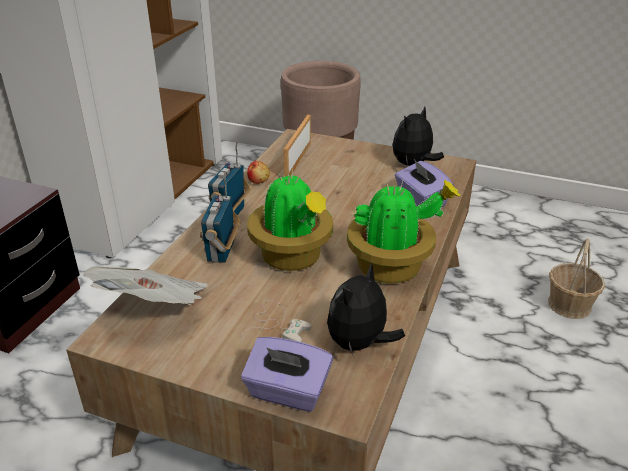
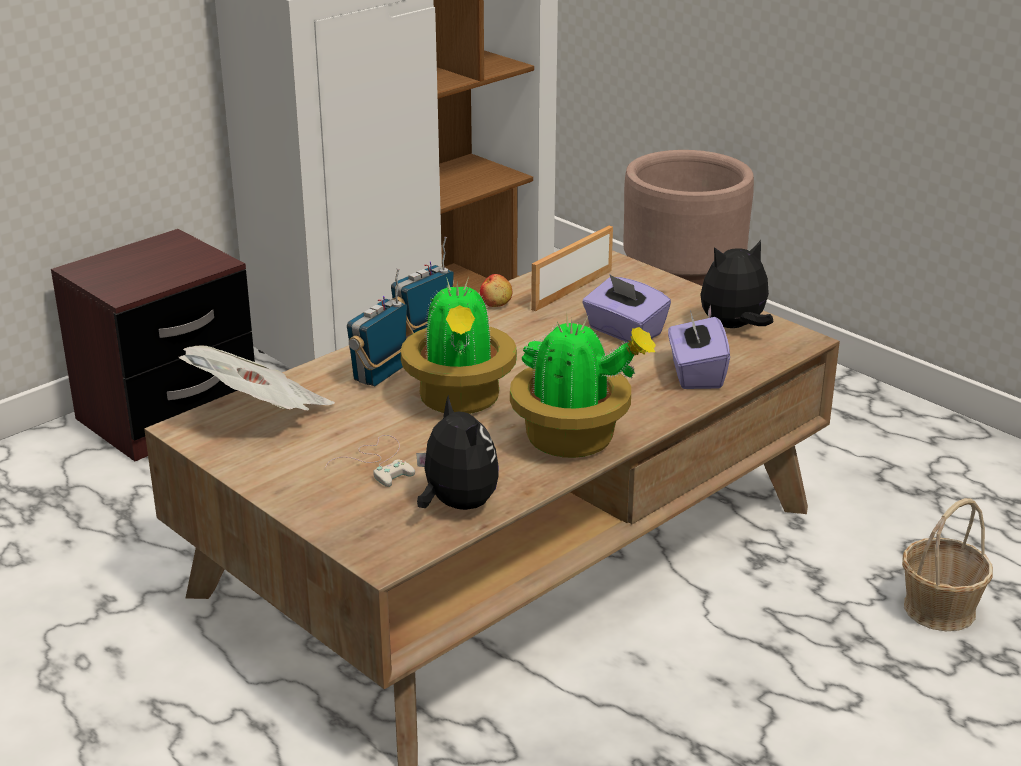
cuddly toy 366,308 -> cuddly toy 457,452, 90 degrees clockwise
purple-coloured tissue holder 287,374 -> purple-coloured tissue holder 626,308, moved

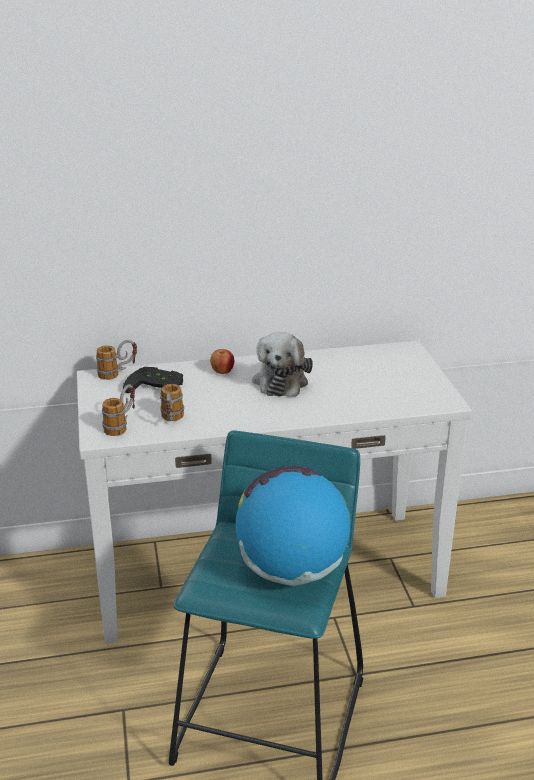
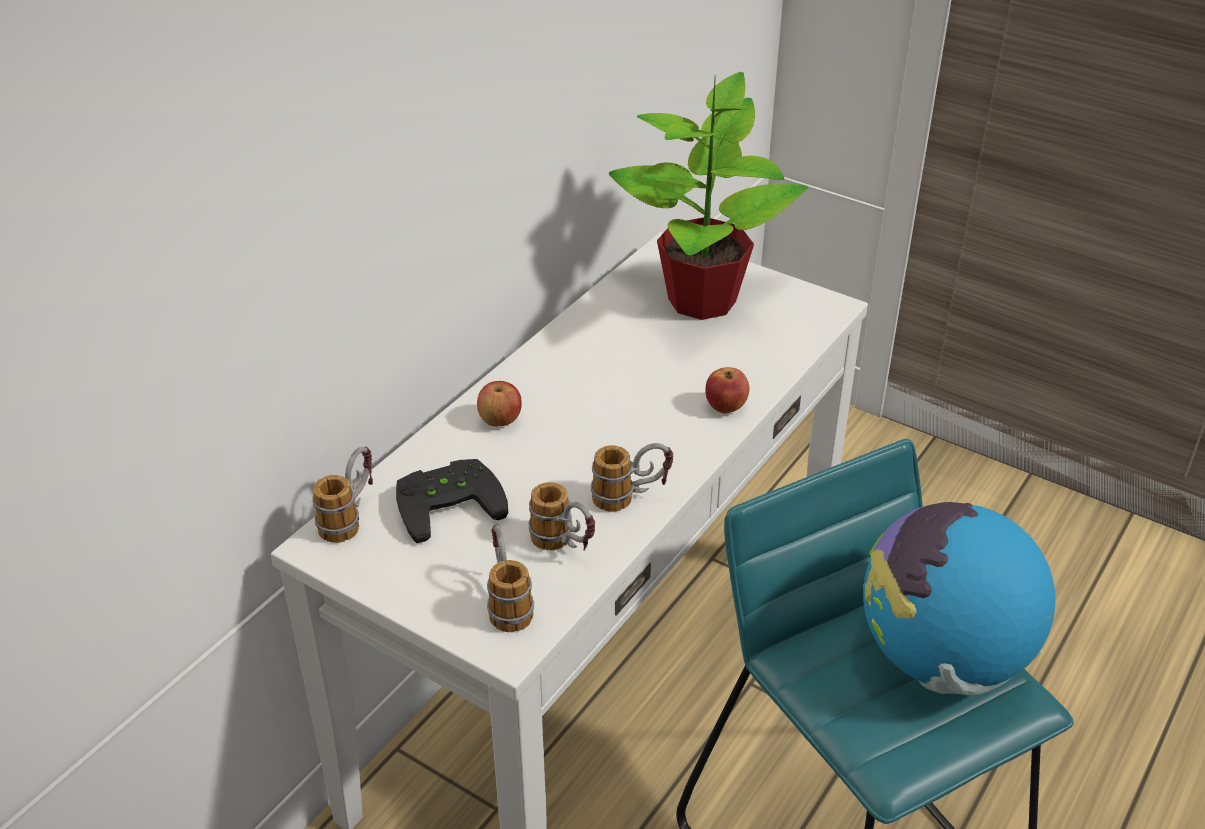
none -> tea mug 632,477
none -> plant in a pot 708,196
none -> whole apple 727,390
cuddly toy 282,364 -> none

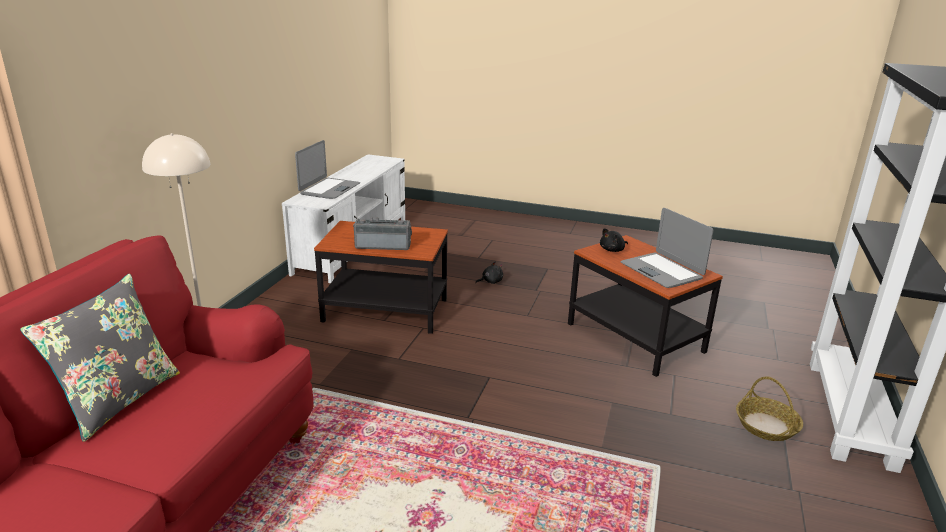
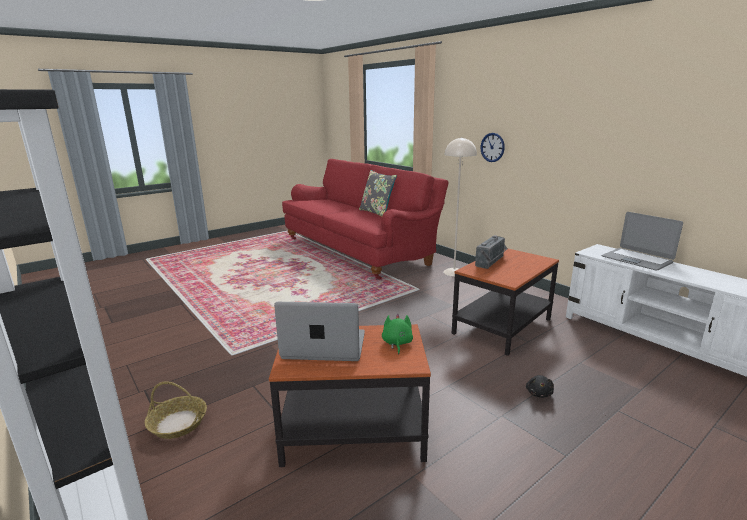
black-coloured cuddly toy 614,240 -> green cuddly toy 397,334
none -> wall clock 493,147

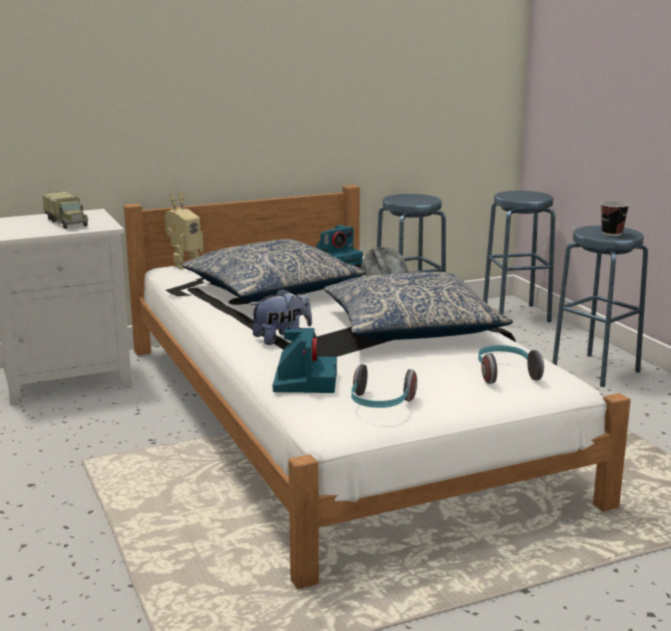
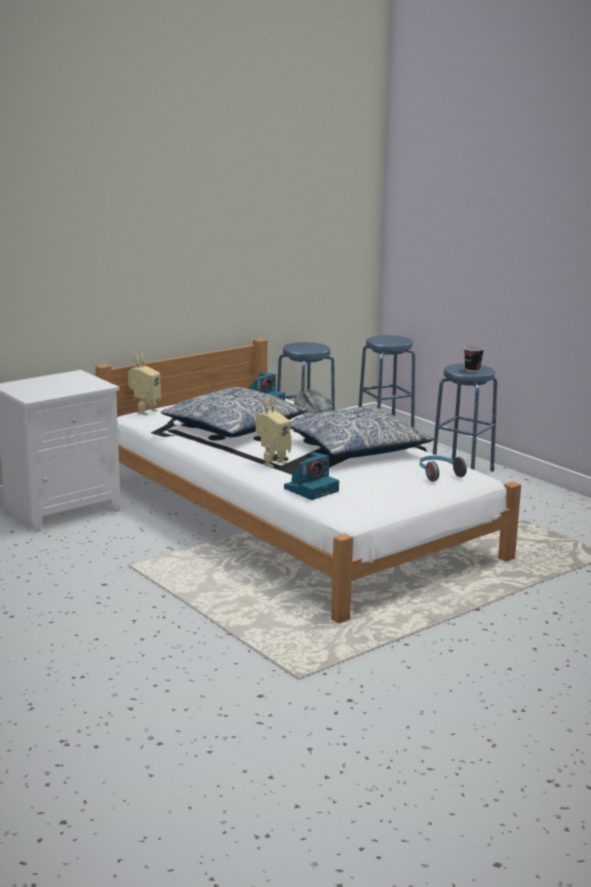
cuddly toy 281,317 -> toy robot 273,432
still camera 304,360 -> still camera 311,476, 60 degrees clockwise
model truck 65,210 -> none
pair of headphones 384,386 -> none

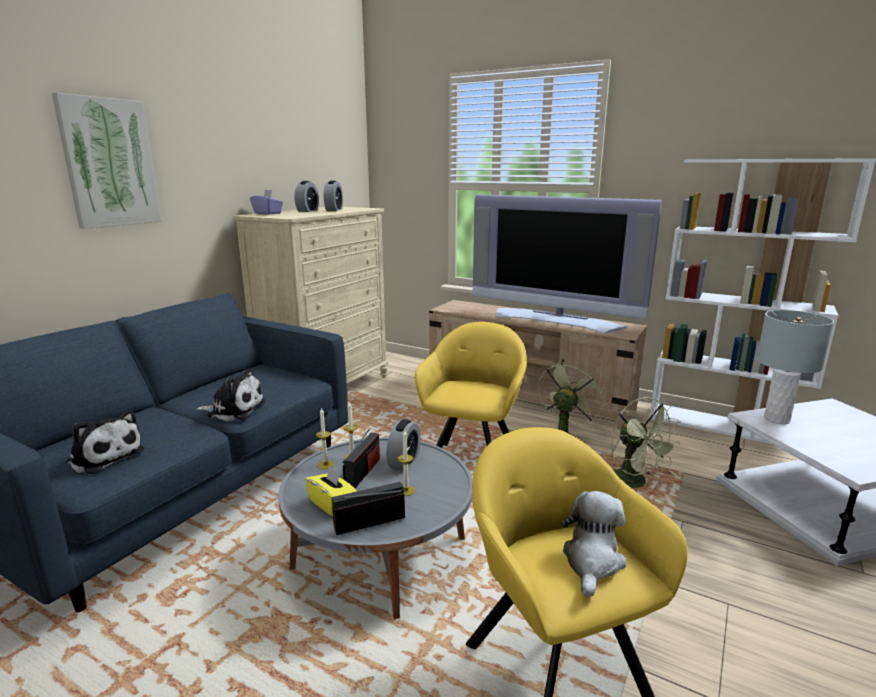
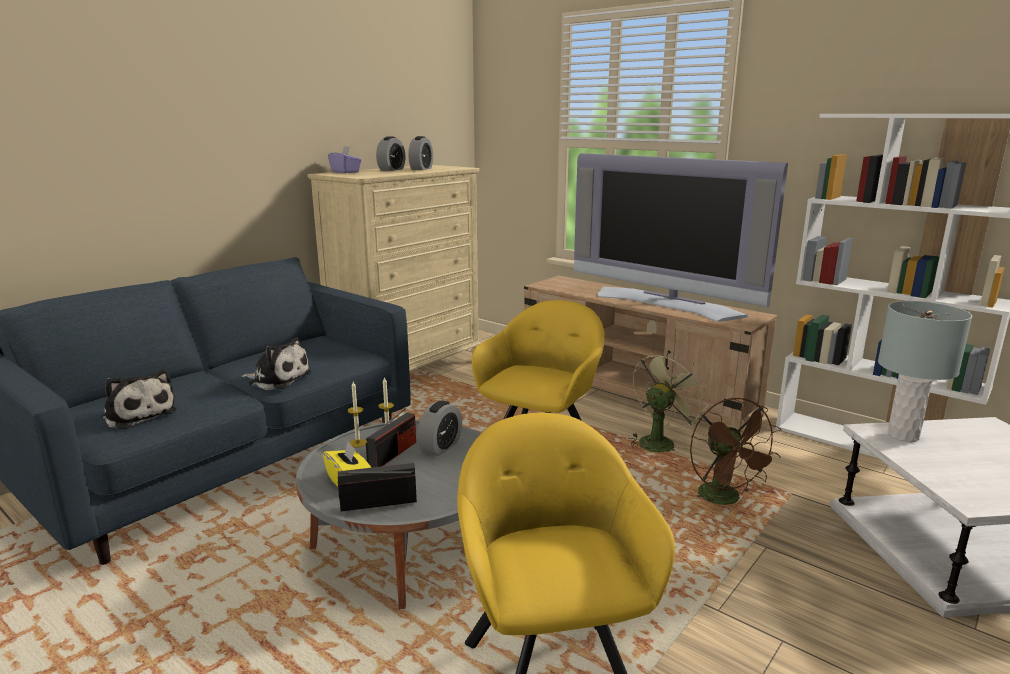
green cooling fan 646,442 -> brownish cooling fan 736,451
wall picture 107,161 -> none
wax candle 406,463 -> none
cuddly toy 593,544 -> none

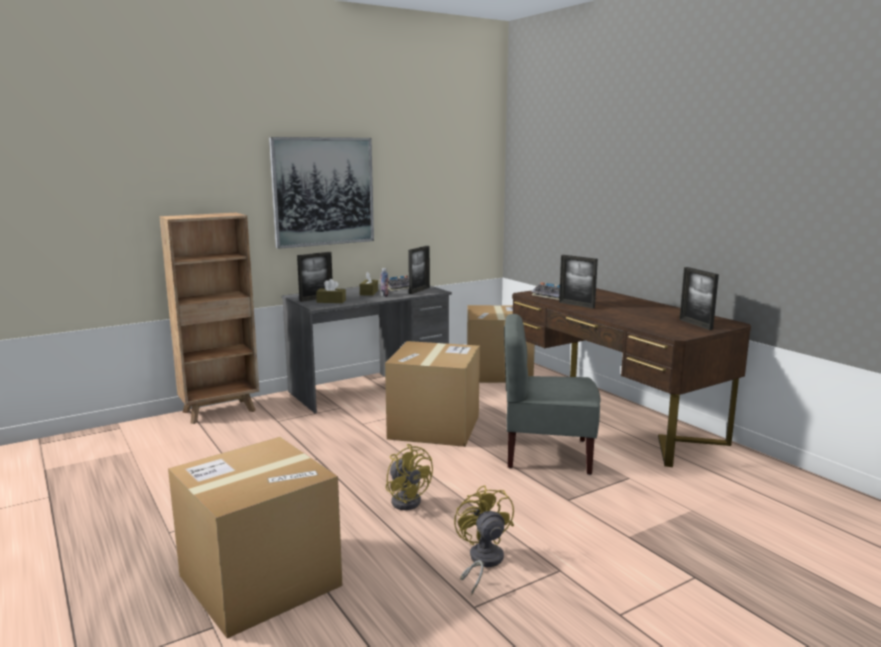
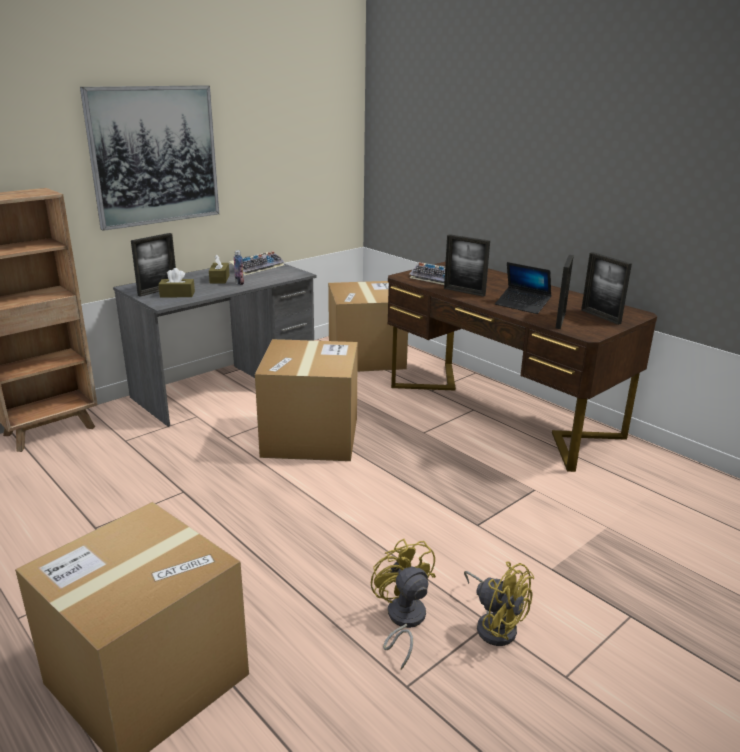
yellowish cooling fan 409,477 -> yellowish cooling fan 499,604, moved
none -> notebook computer 523,288
standing frame 419,270 -> standing frame 564,292, moved
greyish chair 552,394 -> none

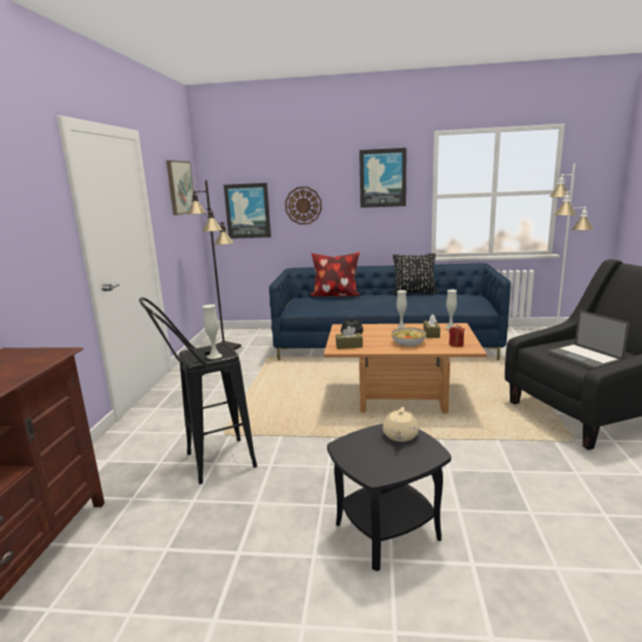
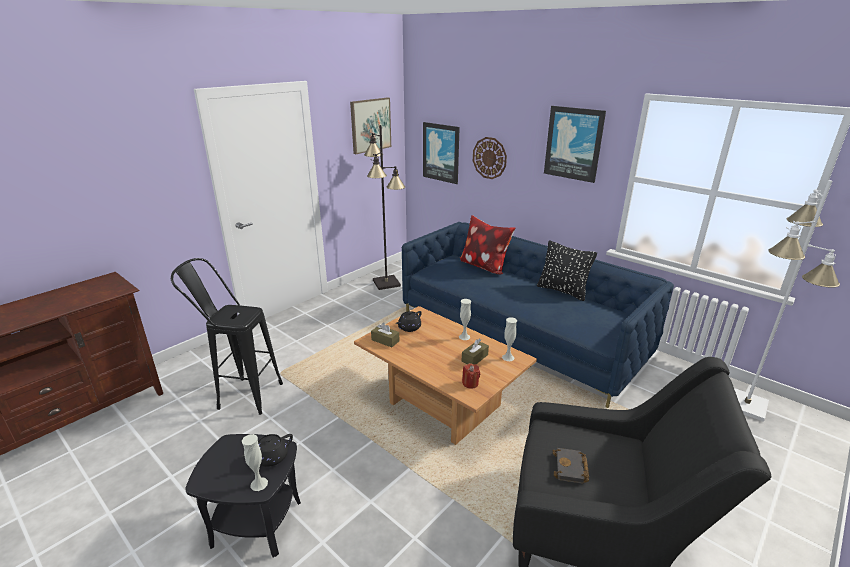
beige pot for tea 401,424 -> black-coloured pot for tea 267,450
whitish flower vase 212,331 -> whitish flower vase 255,462, moved
notebook computer 588,340 -> black-coloured bound book 571,466
serving bowl 408,337 -> none

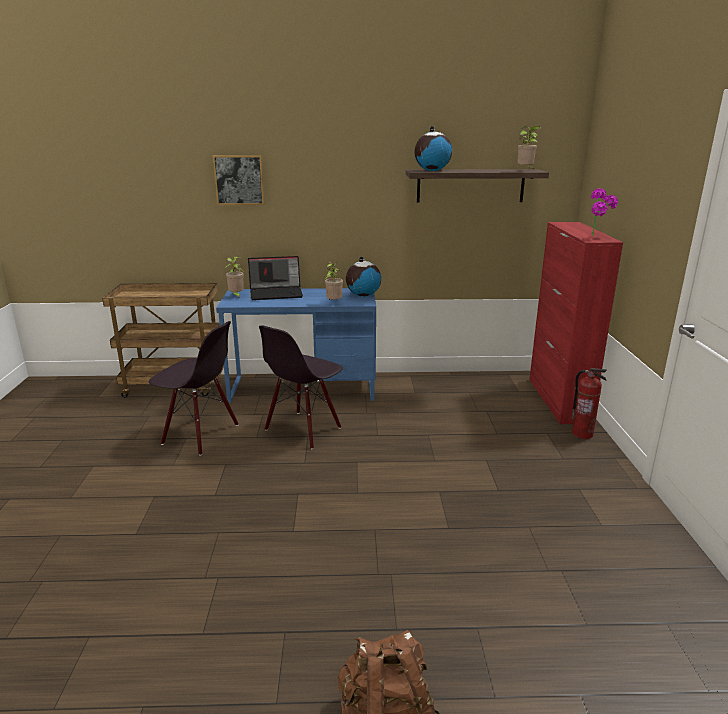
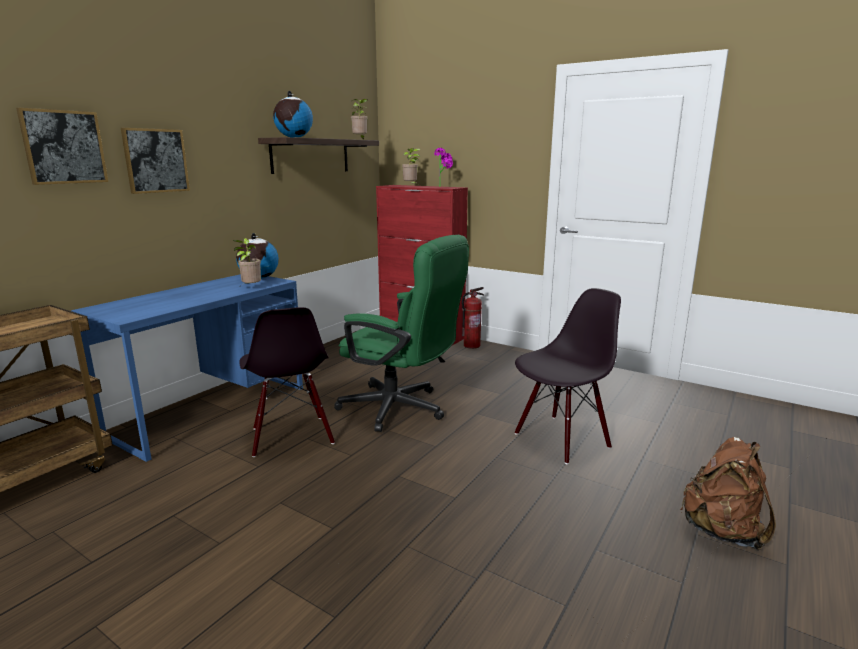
none -> wall picture 155,161
none -> green computer chair 401,333
plant in a pot 234,277 -> plant in a pot 411,167, moved
black-coloured chair 194,388 -> black-coloured chair 568,376, moved
notebook computer 275,278 -> none

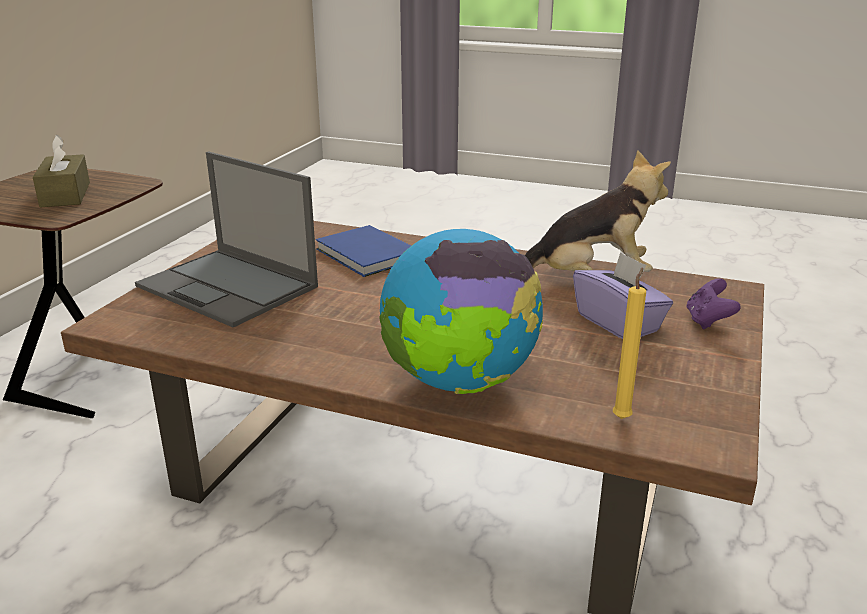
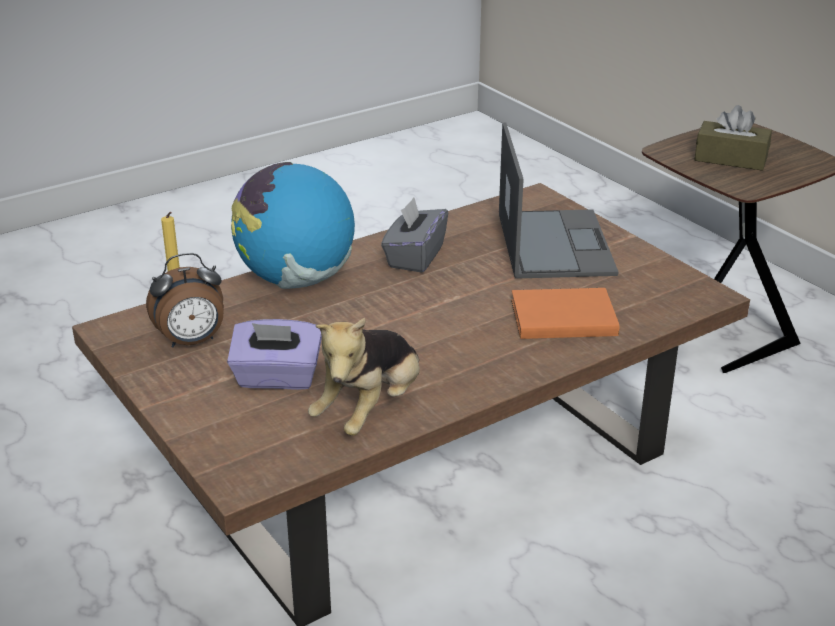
none -> bedside clock 185,300
none -> greyish tissue holder 414,235
notebook computer 226,240 -> notebook computer 559,201, 105 degrees clockwise
blue bound book 363,251 -> orange bound book 565,313
purple-coloured joypad 713,304 -> none

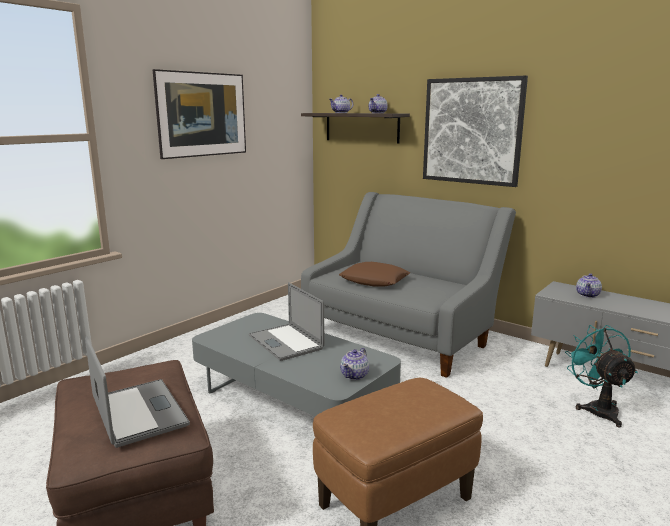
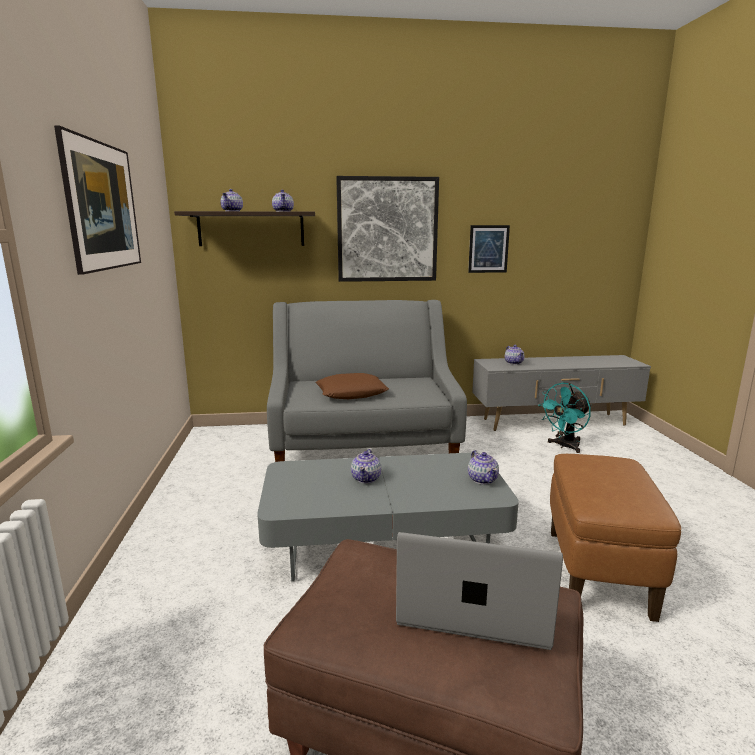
notebook computer 286,321 -> pot for tea 366,466
none -> wall picture 489,249
turquoise cooling fan 601,376 -> turquoise cooling fan 564,418, 75 degrees counterclockwise

